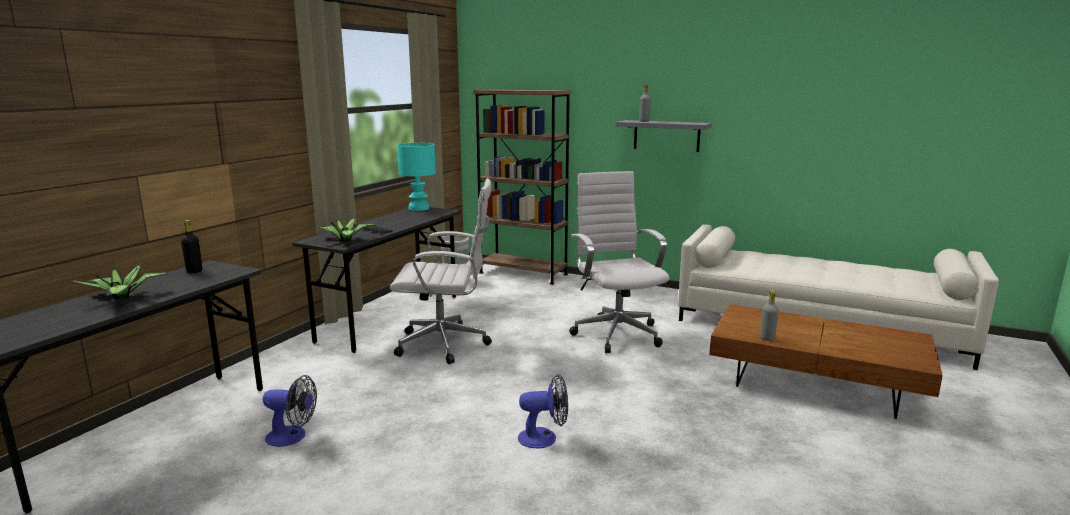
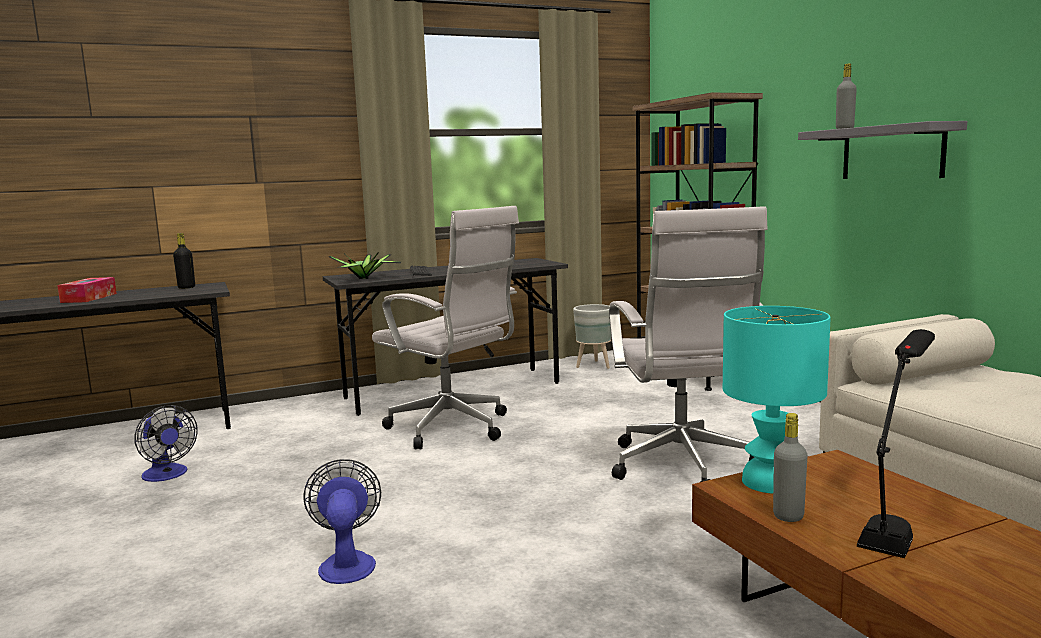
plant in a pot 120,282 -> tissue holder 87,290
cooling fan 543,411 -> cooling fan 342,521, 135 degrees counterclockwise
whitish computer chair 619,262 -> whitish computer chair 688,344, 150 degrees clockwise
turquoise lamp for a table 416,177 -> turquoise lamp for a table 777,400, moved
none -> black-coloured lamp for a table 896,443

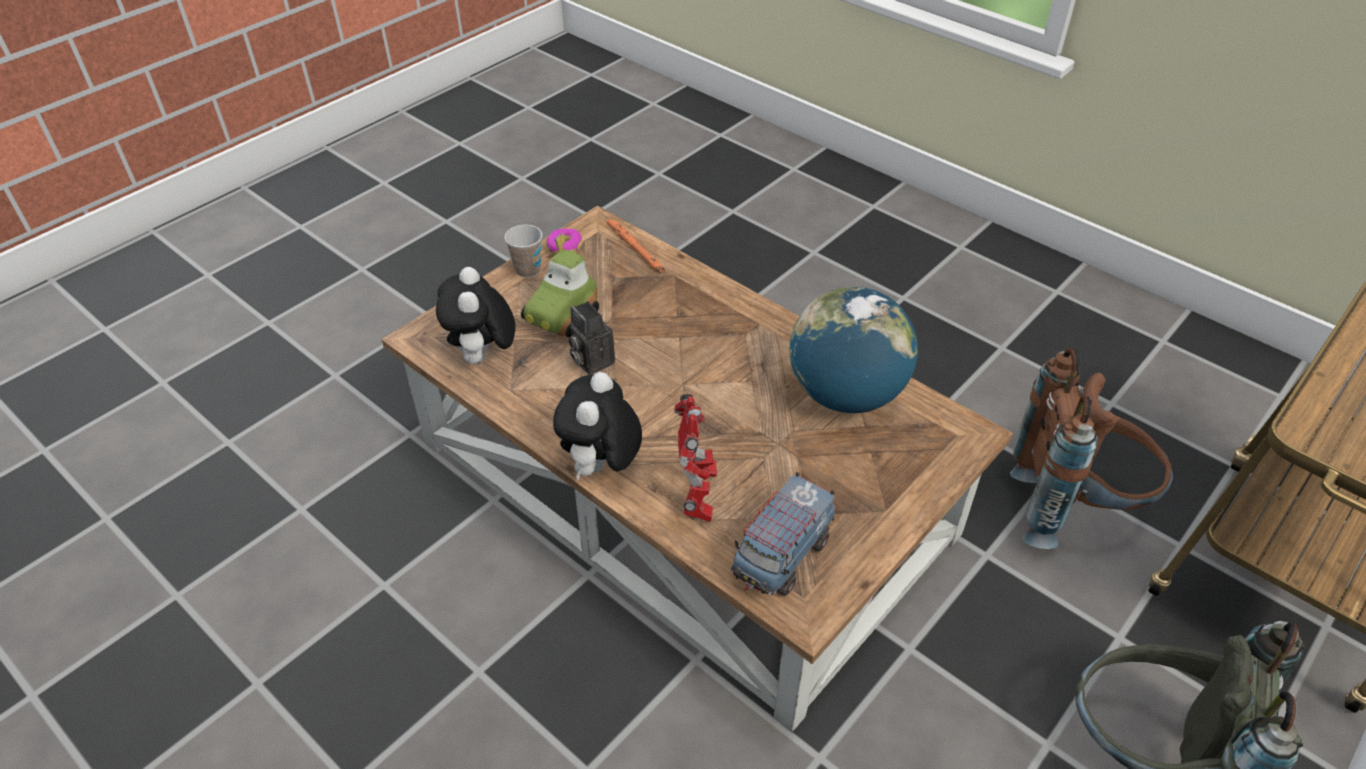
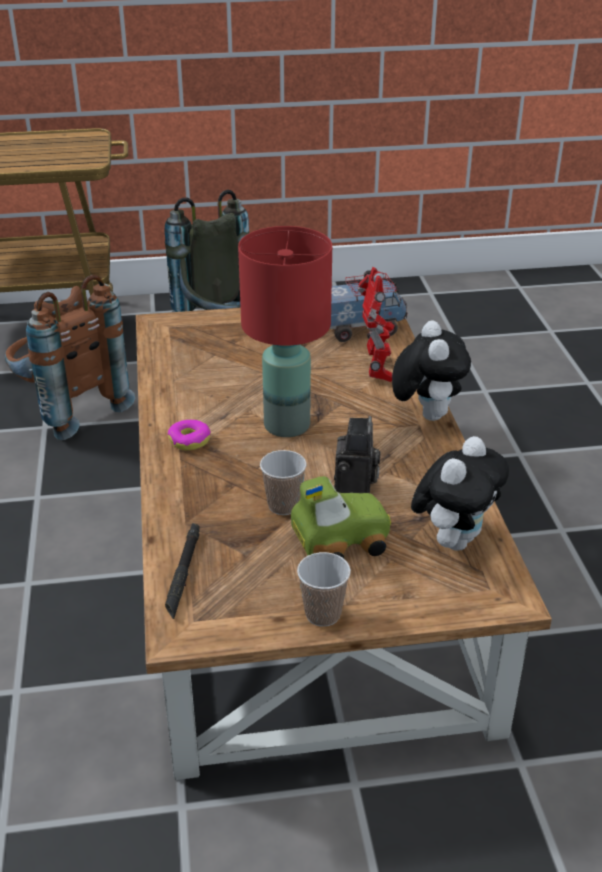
orange torch 636,246 -> black-coloured torch 182,571
ring doughnut 564,241 -> ring doughnut 189,435, moved
none -> red lamp for a table 285,331
none -> cup 283,482
toy robot 696,458 -> toy robot 376,324, 135 degrees clockwise
cuddly toy 597,426 -> cuddly toy 431,370, 60 degrees counterclockwise
globe 854,350 -> none

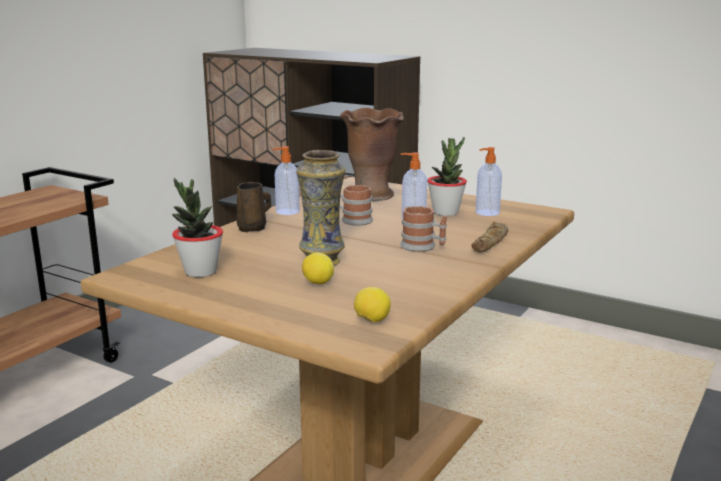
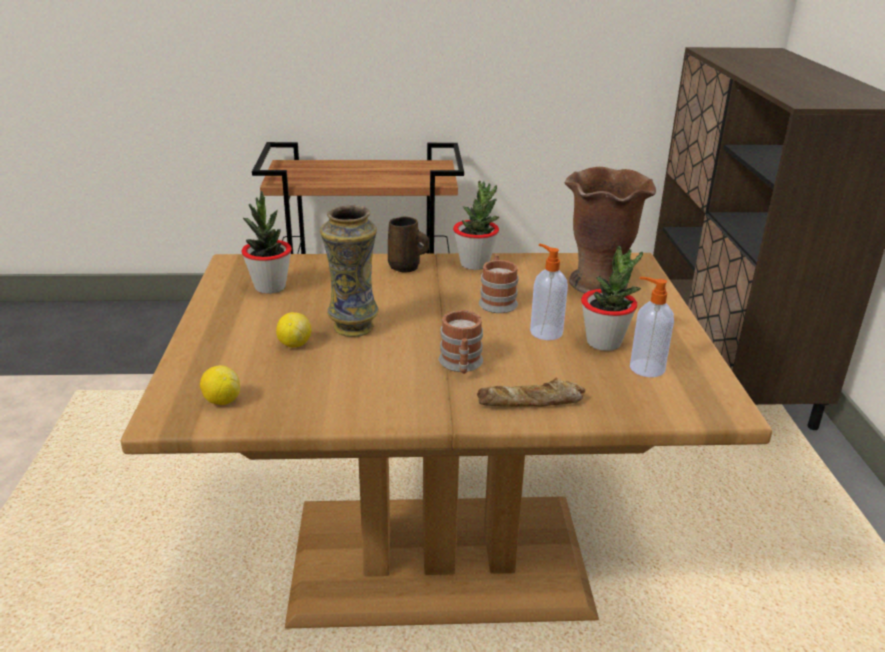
soap dispenser 286,180 -> plant in a pot 476,225

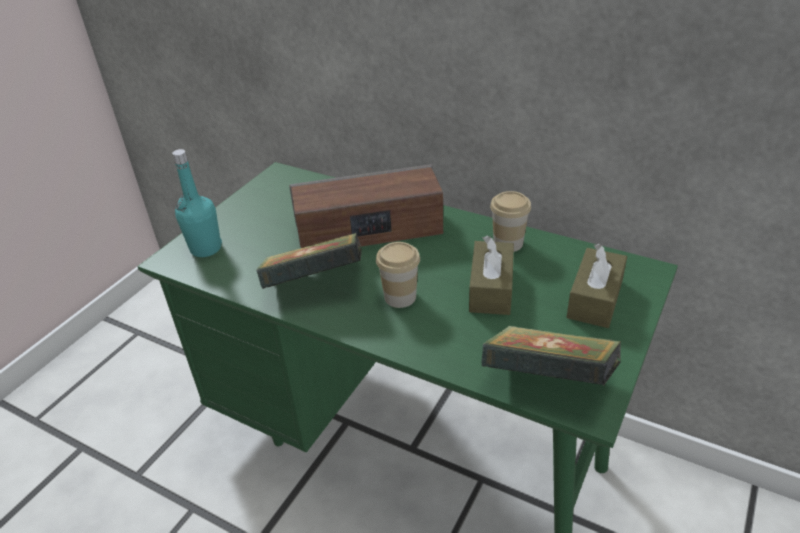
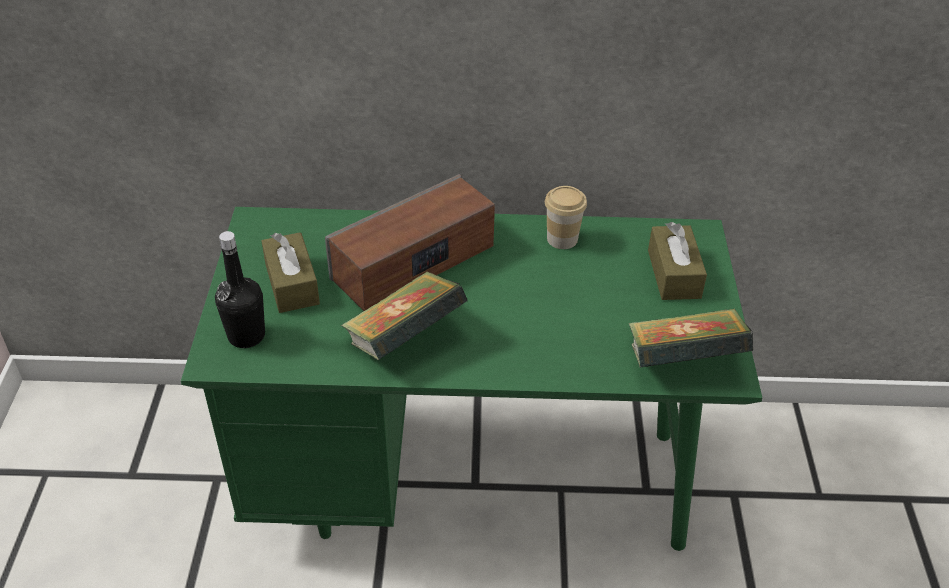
turquoise bottle 197,203 -> black-coloured bottle 240,289
brownish tissue holder 491,275 -> brownish tissue holder 291,272, moved
cup 398,275 -> none

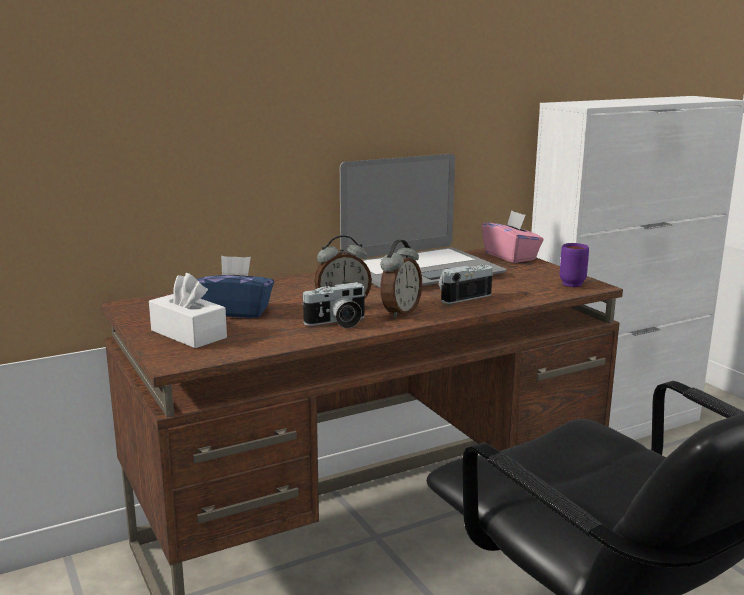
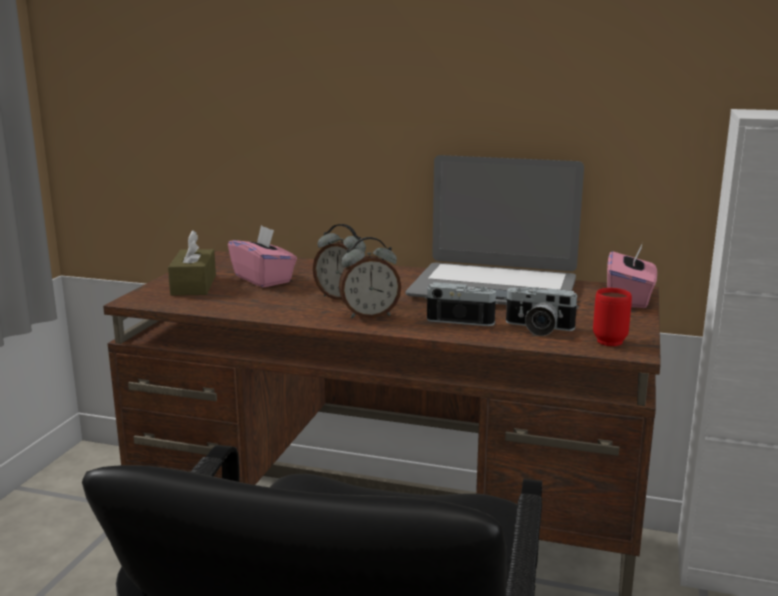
whitish tissue holder 188,310 -> brownish tissue holder 192,263
blue tissue holder 235,286 -> pinkish tissue holder 262,256
still camera 333,305 -> still camera 541,311, moved
purple-coloured tea mug 574,265 -> red tea mug 612,317

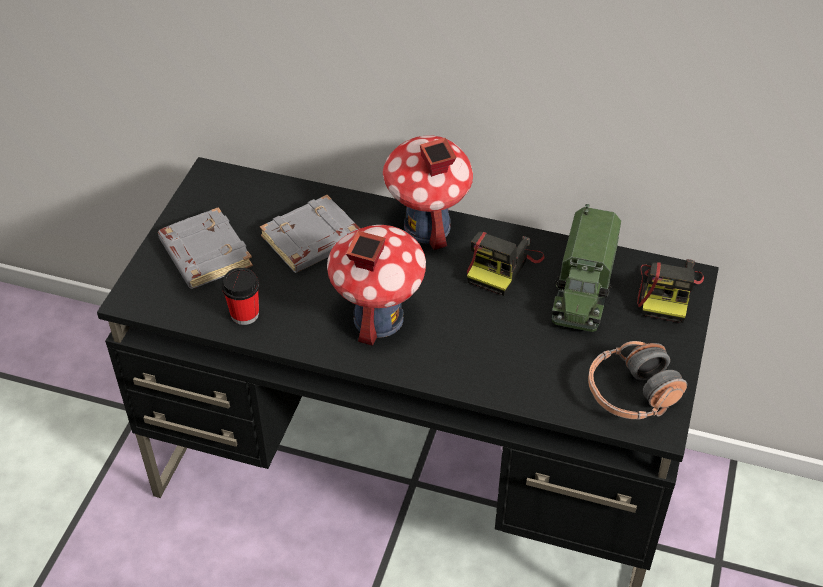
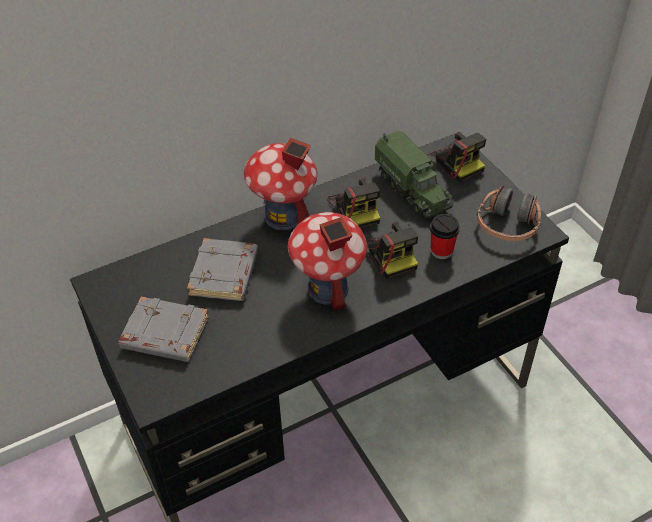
none -> still camera 392,250
cup 240,296 -> cup 445,236, moved

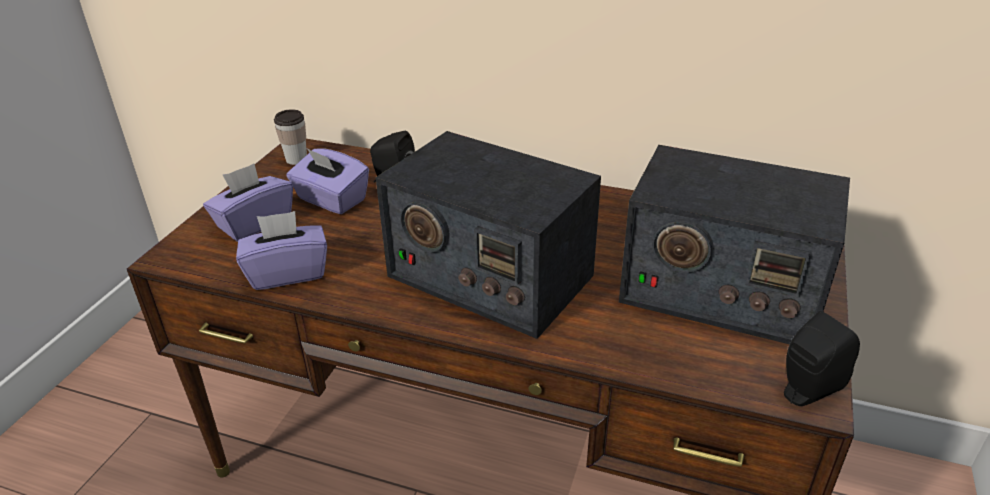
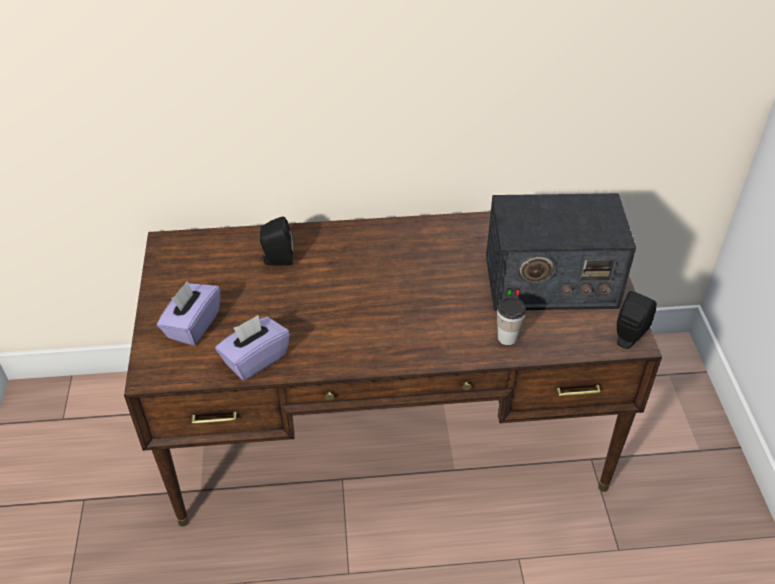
cup 290,137 -> cup 511,321, moved
purple-coloured tissue holder 327,181 -> none
radio 488,235 -> none

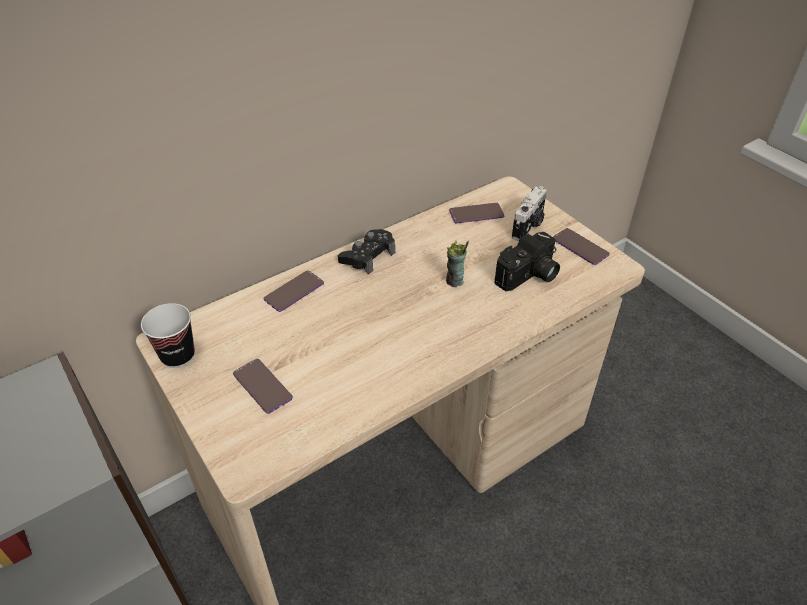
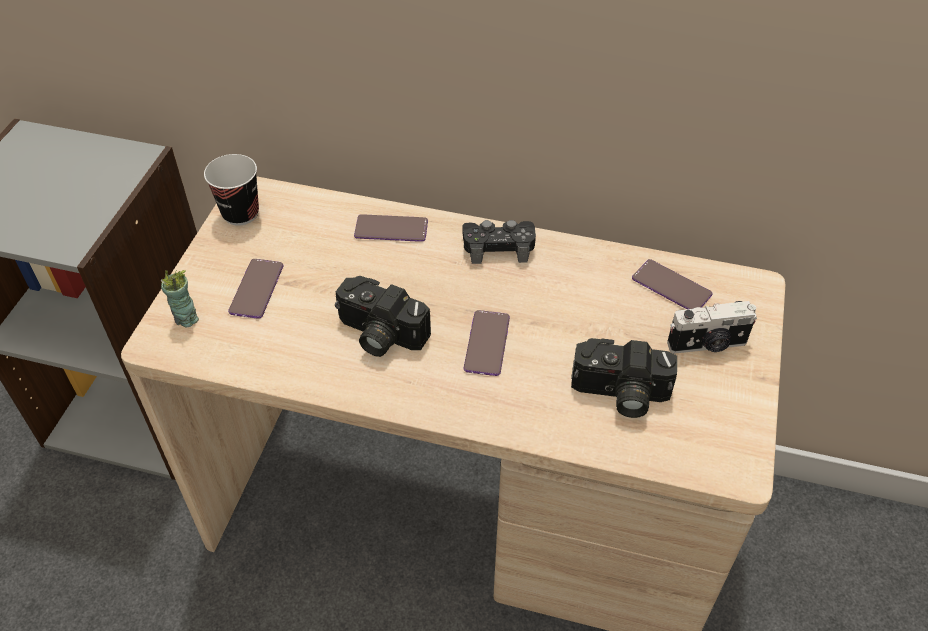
cup 457,263 -> cup 180,298, moved
none -> still camera 383,316
handset 581,246 -> handset 487,343, moved

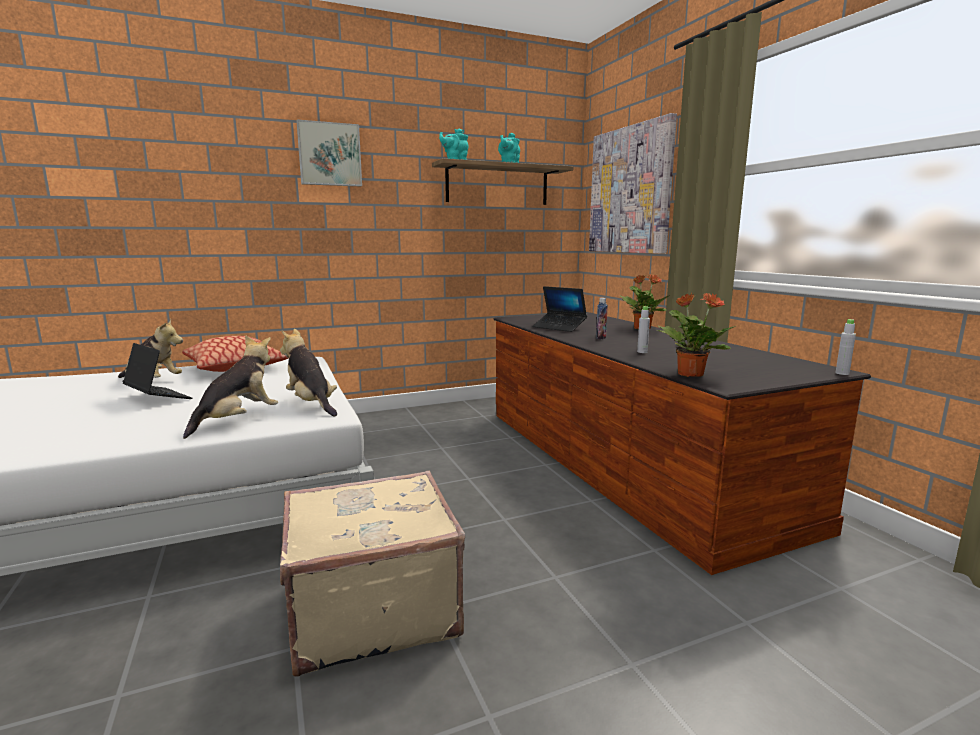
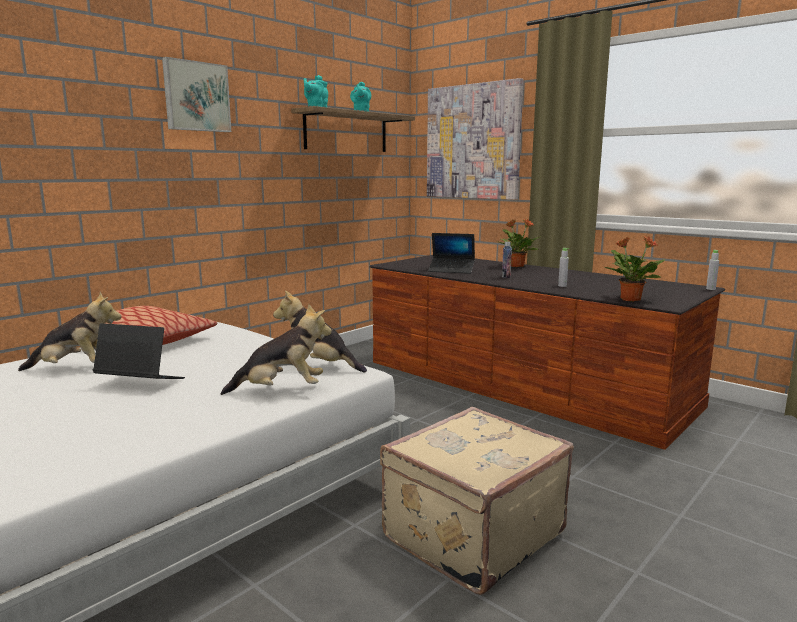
cuddly toy 230,387 -> cuddly toy 276,349, 75 degrees clockwise

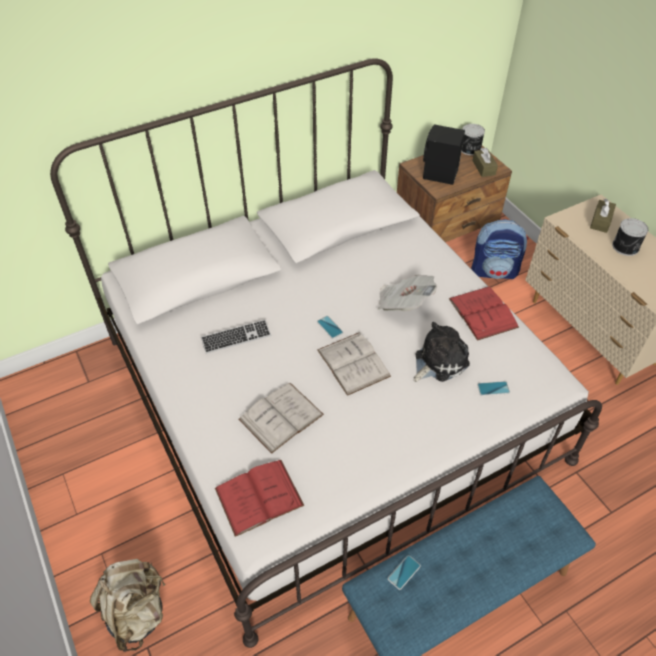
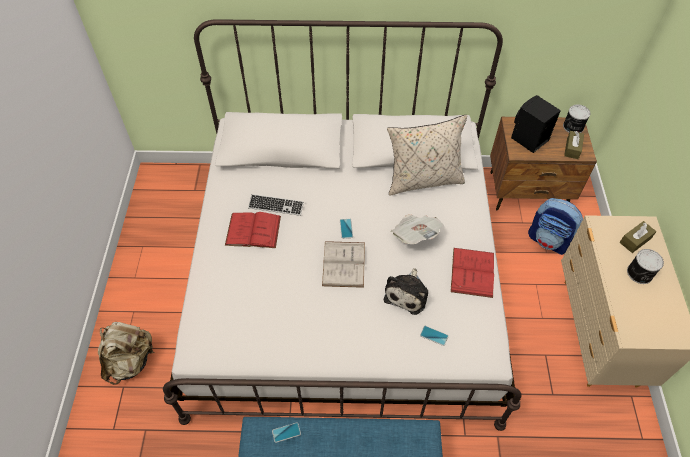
red bound book 259,498 -> red bound book 253,230, moved
cuddly toy 441,352 -> cuddly toy 406,291, 120 degrees clockwise
none -> beige pillow 427,155
whitish bound book 281,418 -> none

